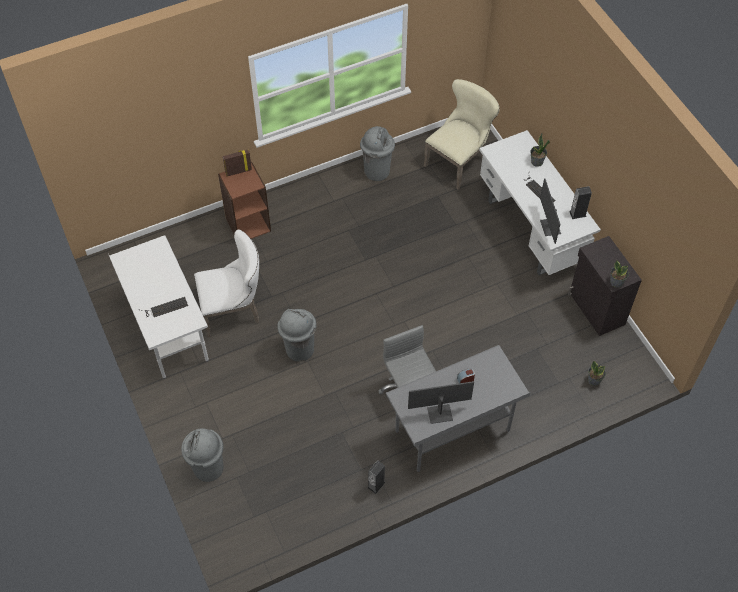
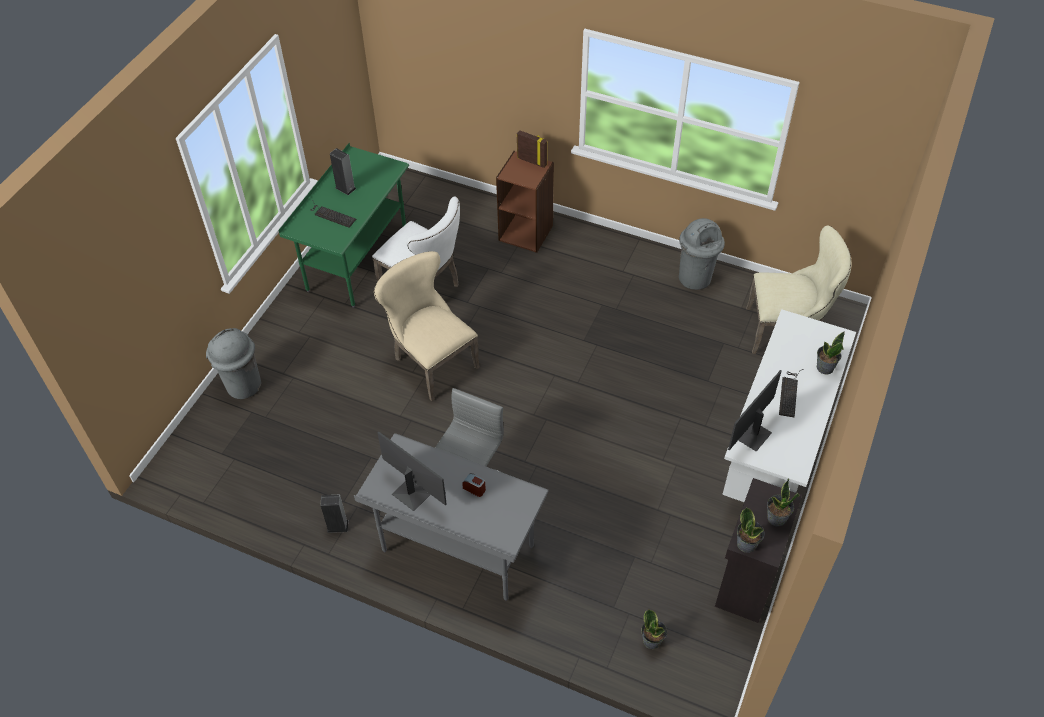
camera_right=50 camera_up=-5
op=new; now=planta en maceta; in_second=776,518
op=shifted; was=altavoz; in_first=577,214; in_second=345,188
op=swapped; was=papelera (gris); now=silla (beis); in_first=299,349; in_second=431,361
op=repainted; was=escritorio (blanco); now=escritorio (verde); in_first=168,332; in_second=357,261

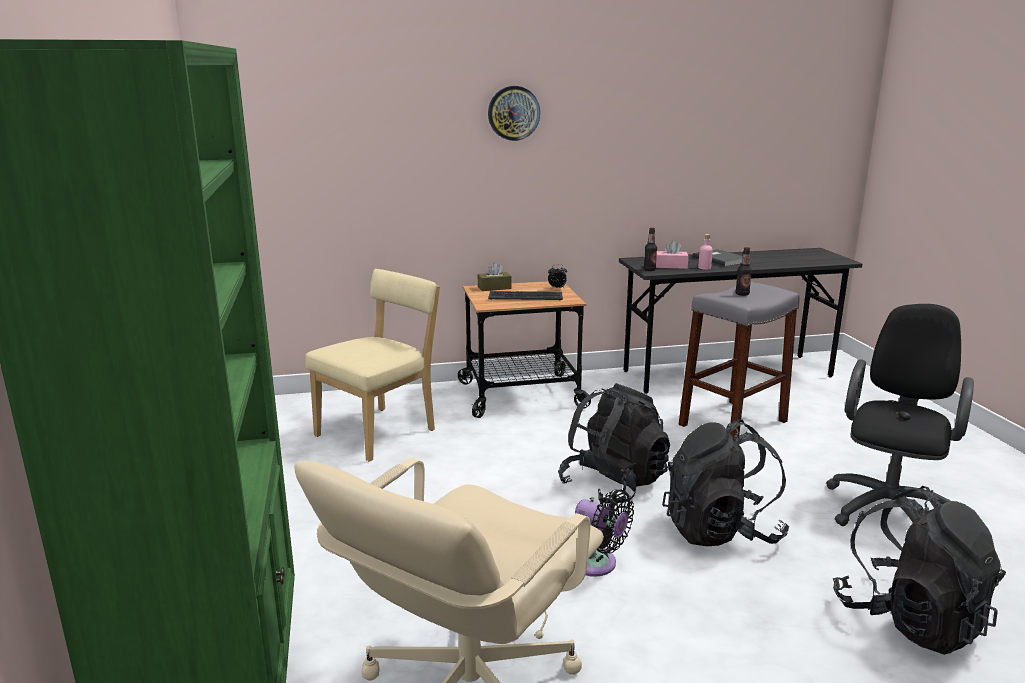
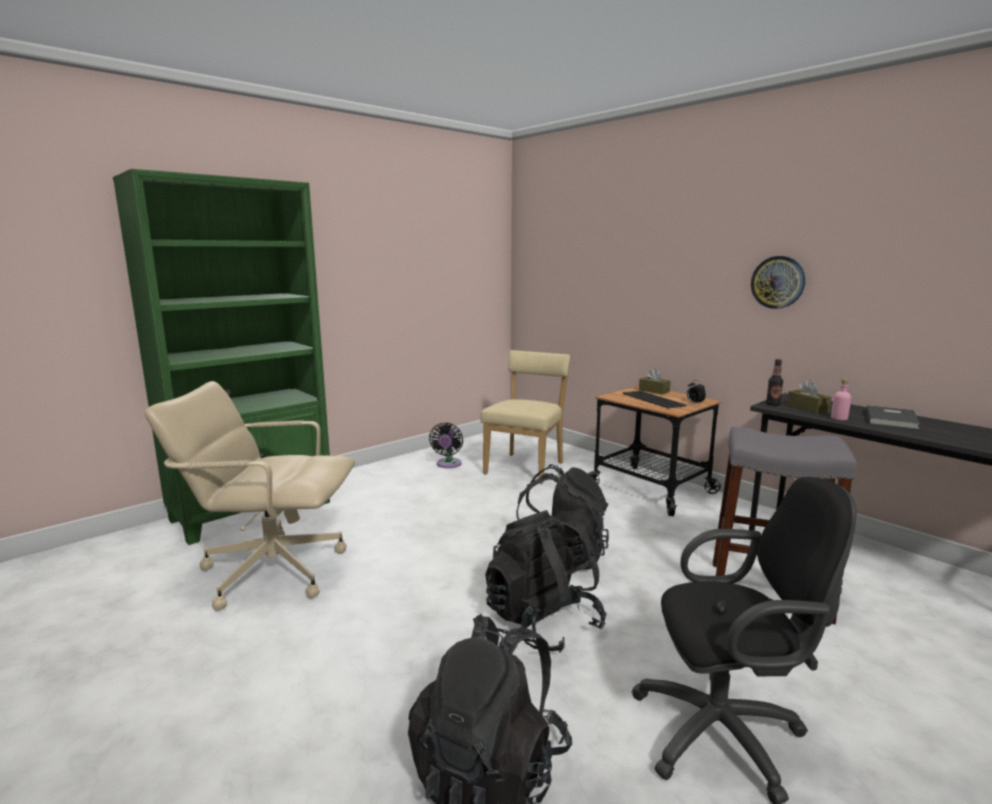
camera_right=60 camera_up=-5
op=gone; was=botella; in_first=742,294
op=shifted; was=reloj de pared; in_first=513,113; in_second=778,282
op=shifted; was=ventilador (negro); in_first=597,564; in_second=448,464
op=repainted; was=caja de pañuelos (rosa); now=caja de pañuelos (marrón); in_first=671,266; in_second=807,408
op=rotated; was=silla (beis); in_first=380,431; in_second=526,467; clockwise=-75

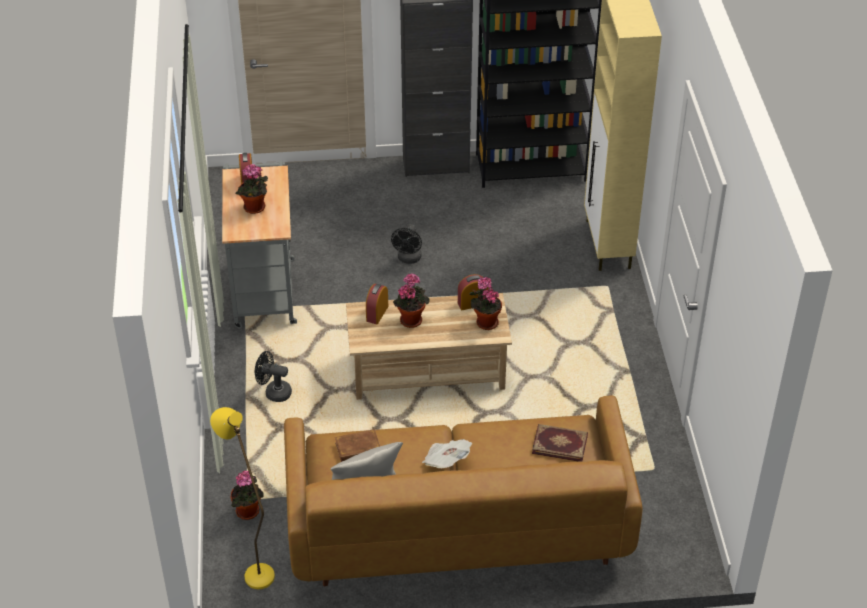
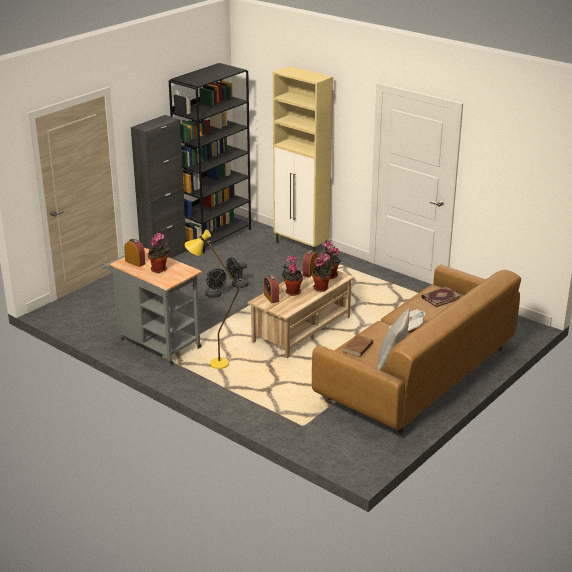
camera_right=-45 camera_up=-15
op=shifted; was=lámpara de pie (amarillo); in_first=253,569; in_second=212,363
op=shifted; was=planta en maceta; in_first=249,512; in_second=322,288
op=shifted; was=ventilador (negro); in_first=274,392; in_second=237,285

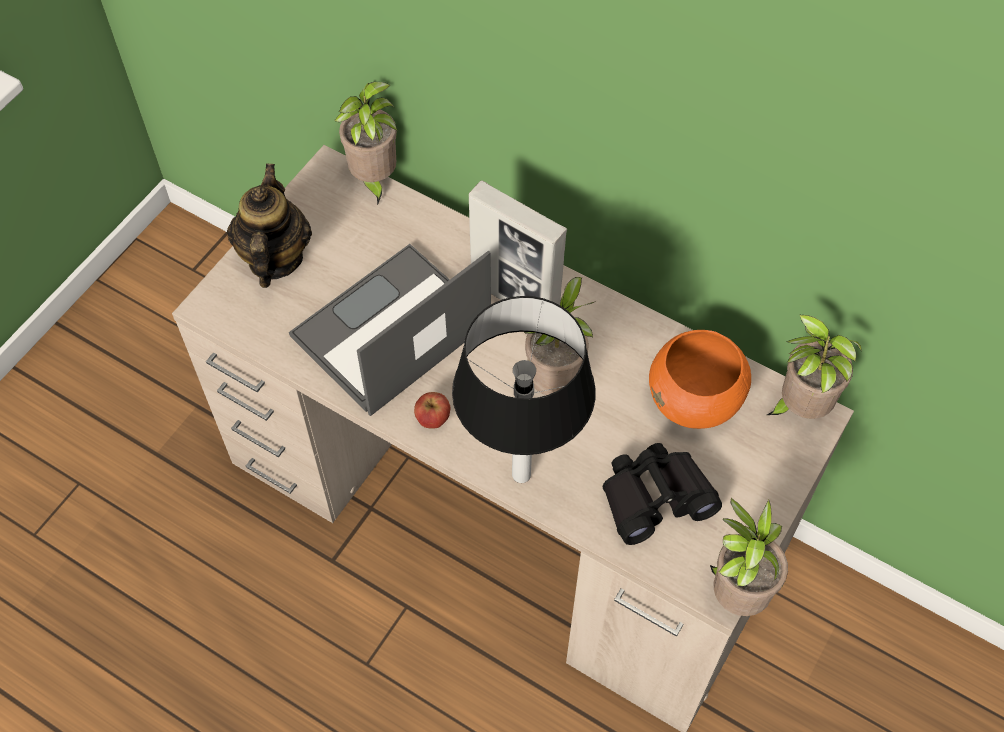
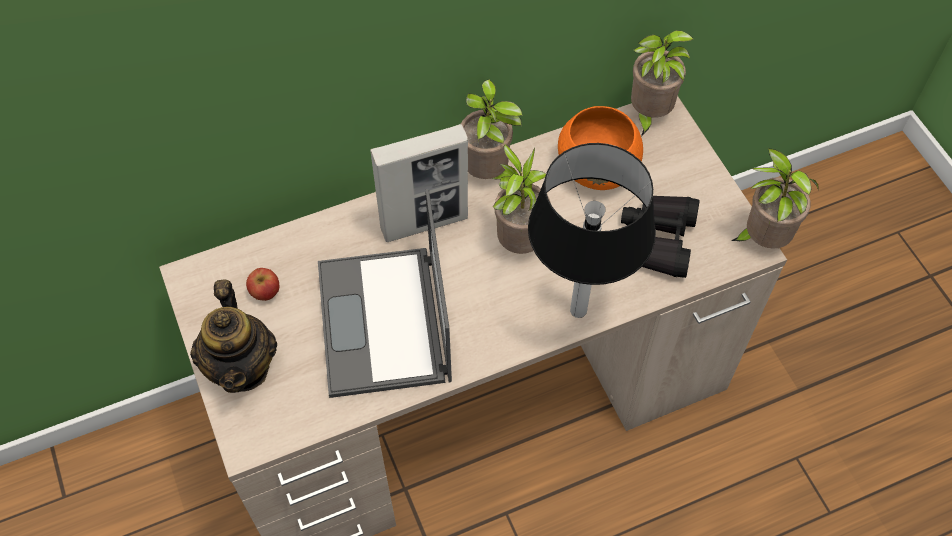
camera_right=-55 camera_up=0
op=shifted; was=planta en maceta; in_first=373,180; in_second=488,174
op=shifted; was=manzana; in_first=433,419; in_second=265,292
op=rotated; was=tetera; in_first=274,258; in_second=242,366; clockwise=-135

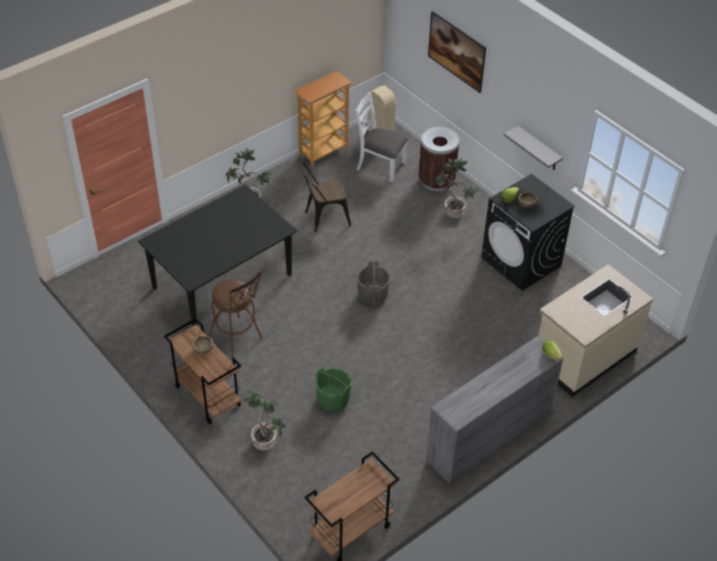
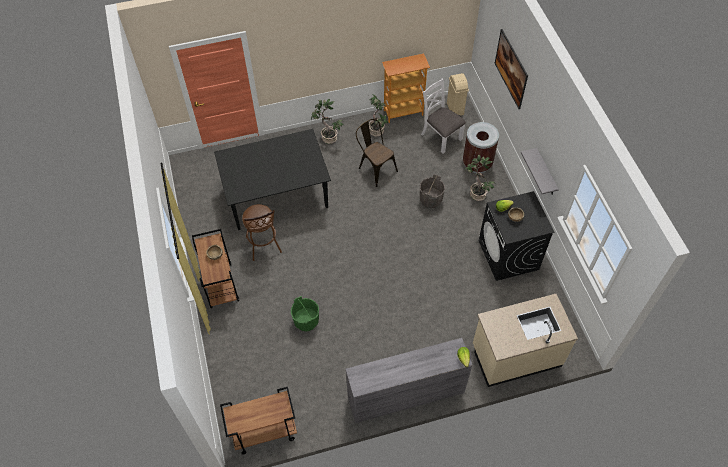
camera_right=25 camera_up=10
op=shifted; was=planta en maceta; in_first=265,440; in_second=377,131
op=shifted; was=cubo (gris); in_first=373,295; in_second=431,199
op=rotated; was=silla (marrón); in_first=323,218; in_second=375,168; clockwise=45

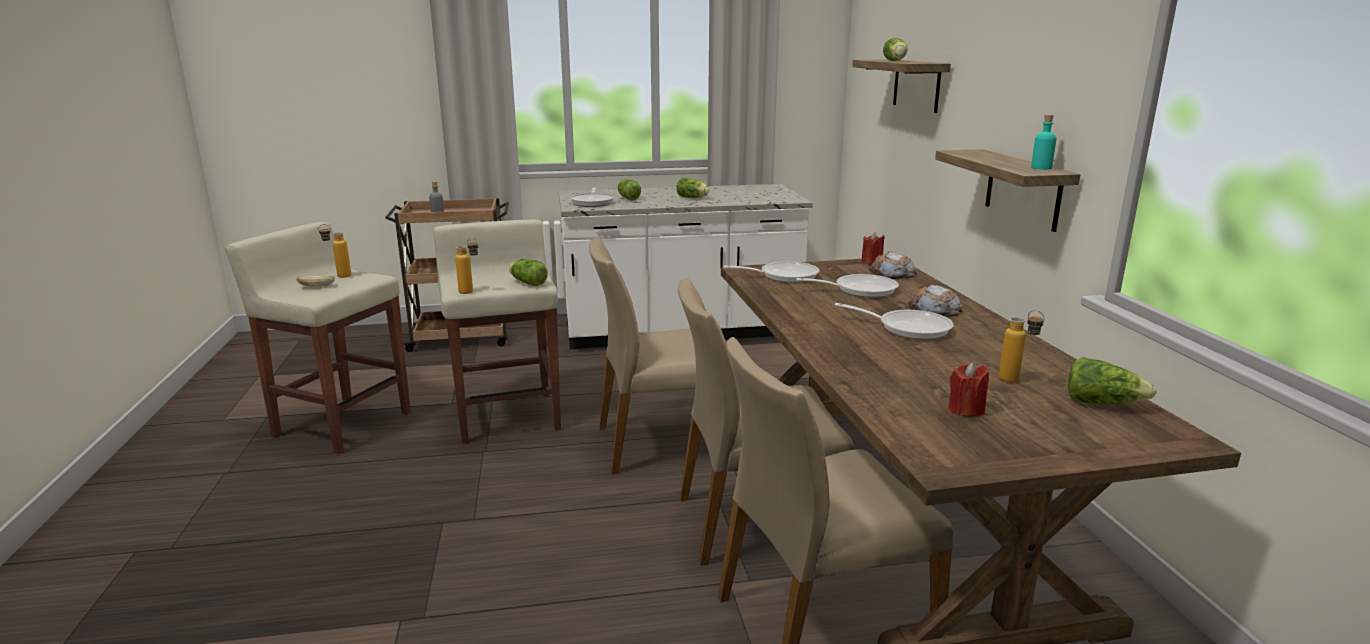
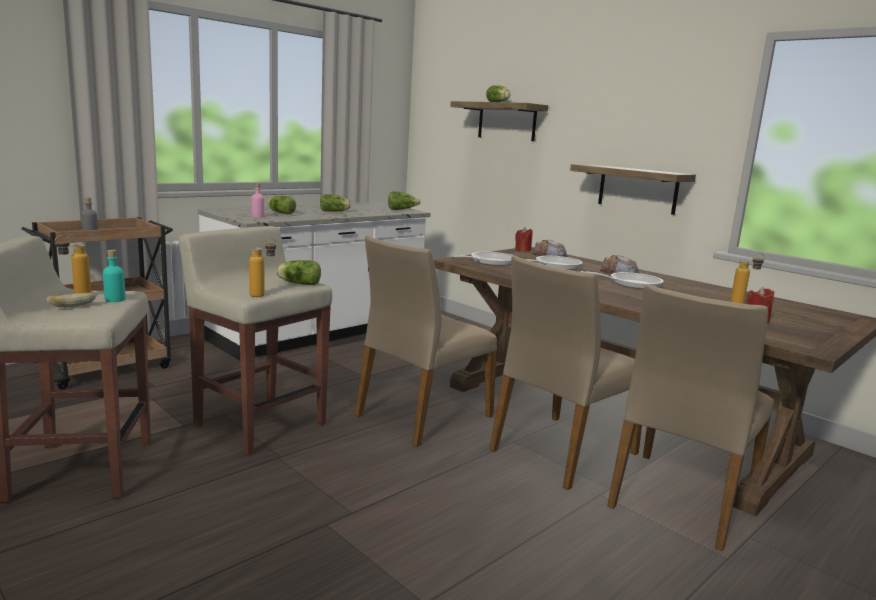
camera_right=-35 camera_up=-5
op=shifted; was=botella (turquesa); in_first=1041,168; in_second=115,299
op=shifted; was=lechuga; in_first=1102,403; in_second=401,210
op=swapped; was=sartén; now=botella (rosa); in_first=592,202; in_second=257,216

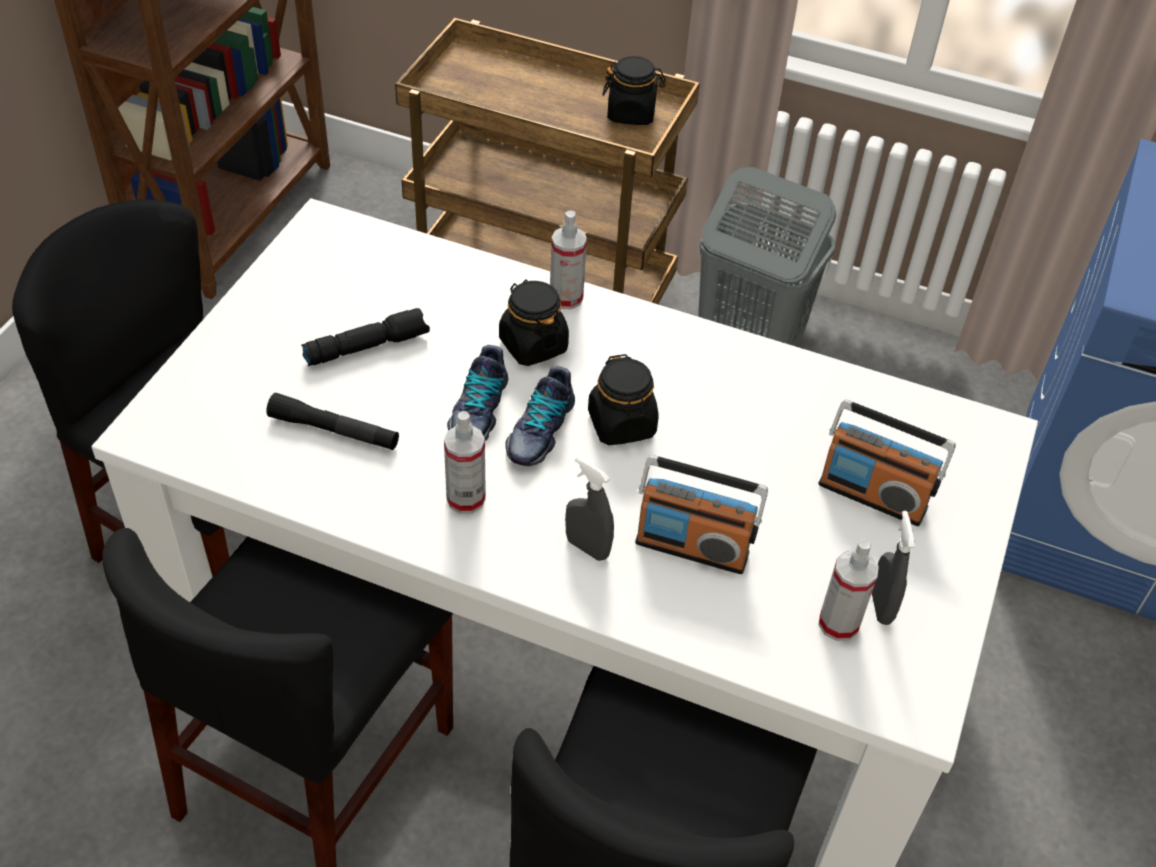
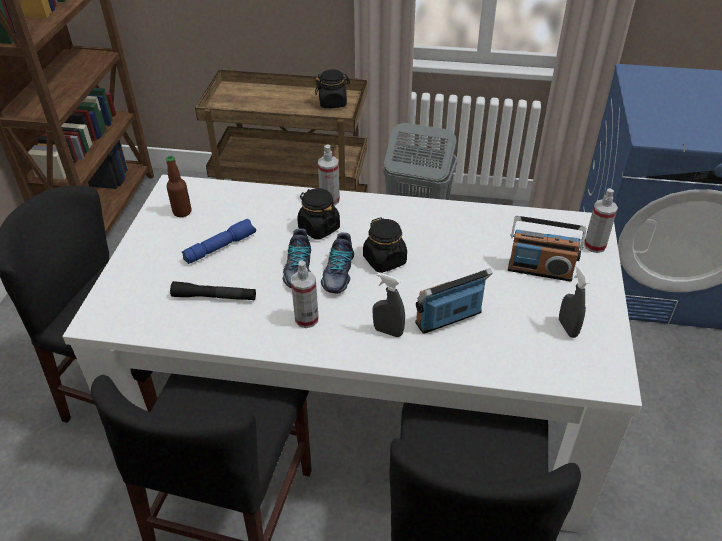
camera_right=-10 camera_up=-5
op=new; now=botella; in_second=182,212
op=shifted; was=pulverizador; in_first=838,624; in_second=594,245
op=repainted; was=linterna (negro); now=linterna (azul); in_first=367,346; in_second=220,247
op=rotated; was=radio; in_first=692,547; in_second=449,318; clockwise=150

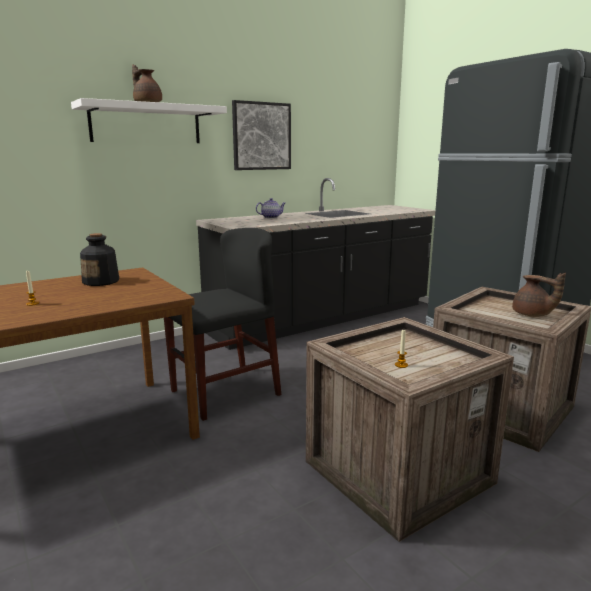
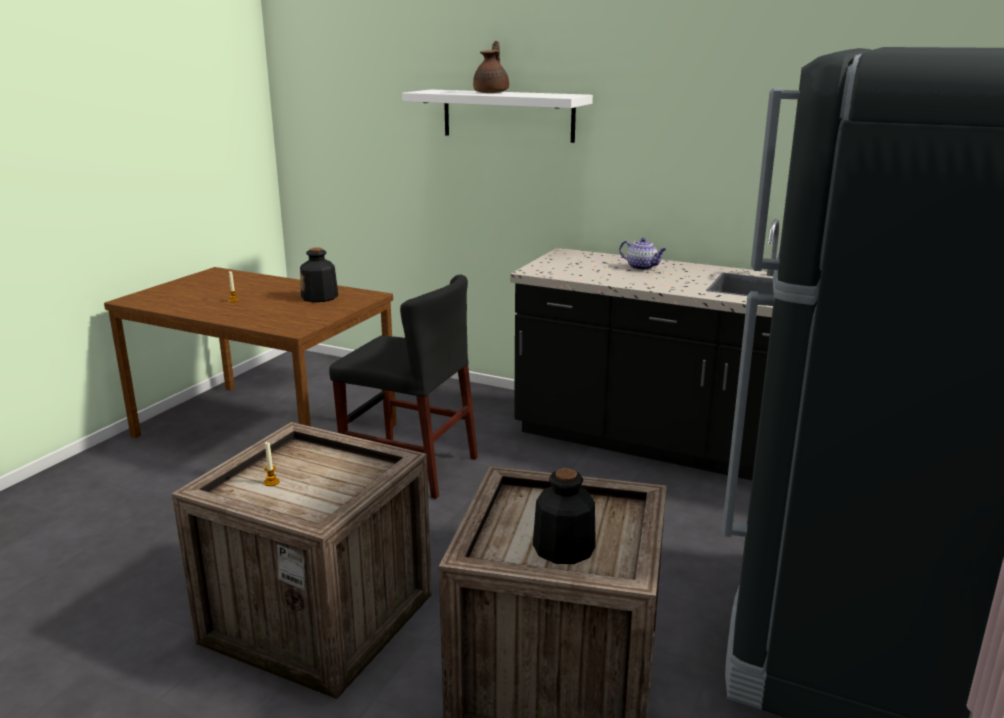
camera_right=60 camera_up=5
op=gone; was=cuadro; in_first=261,136
op=swapped; was=tetera (marrón); now=botella; in_first=532,315; in_second=563,548

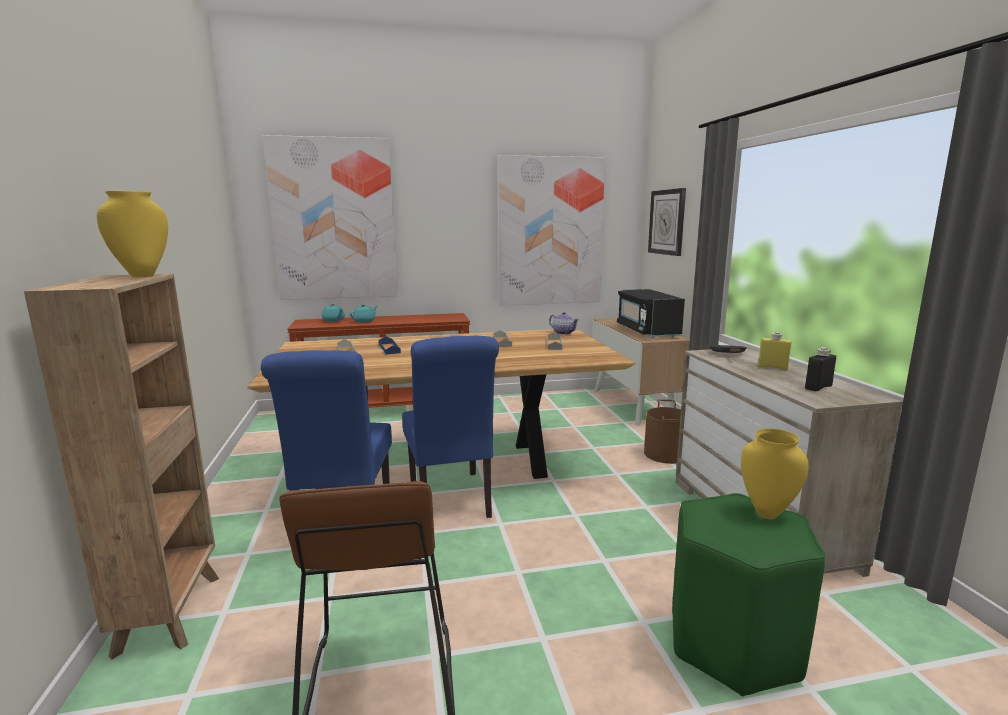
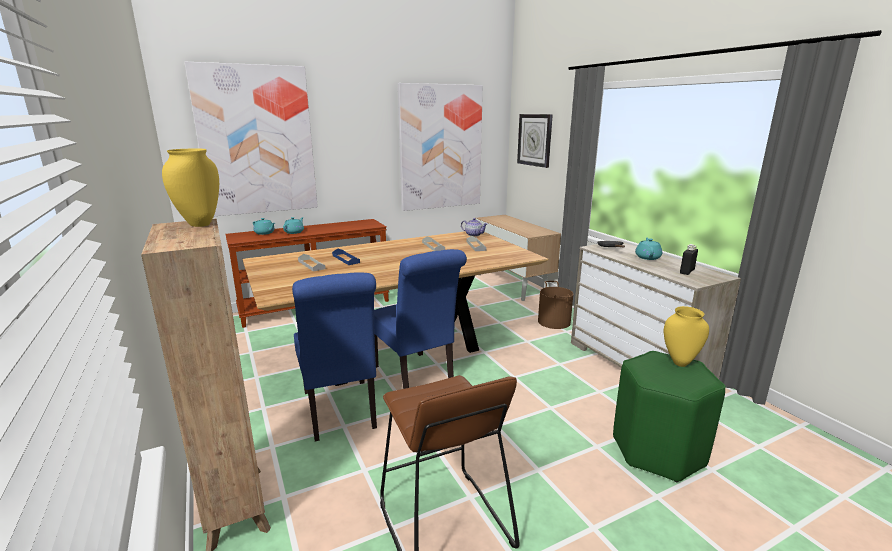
camera_right=-15 camera_up=5
op=gone; was=microondas (negro); in_first=647,331
op=swapped; was=botella (amarillo); now=tetera (turquesa); in_first=772,367; in_second=647,257

